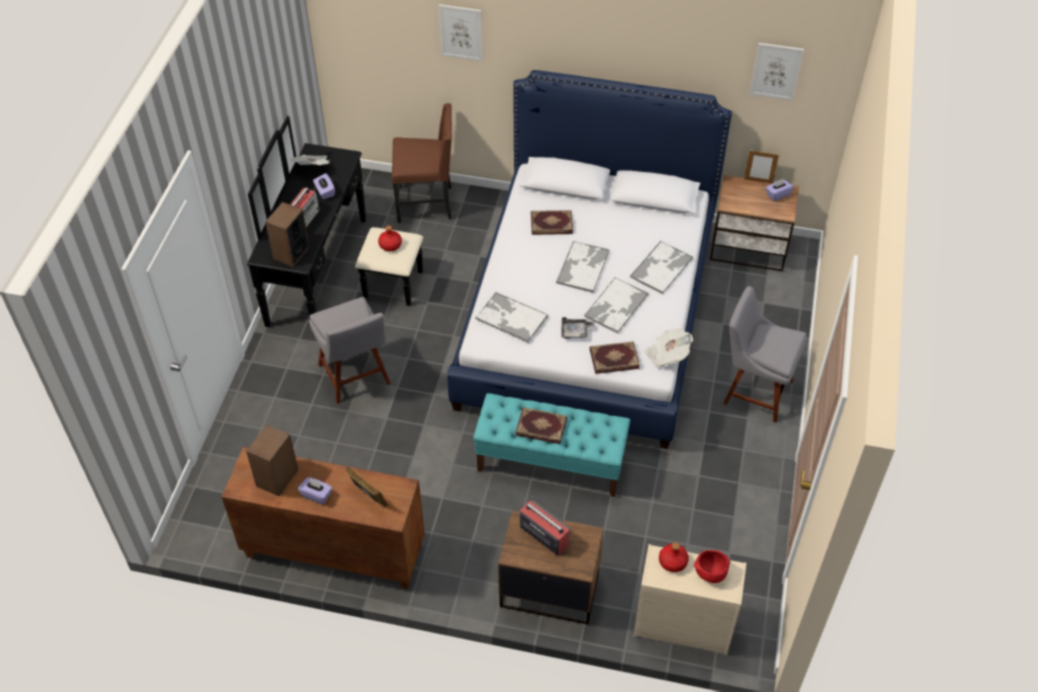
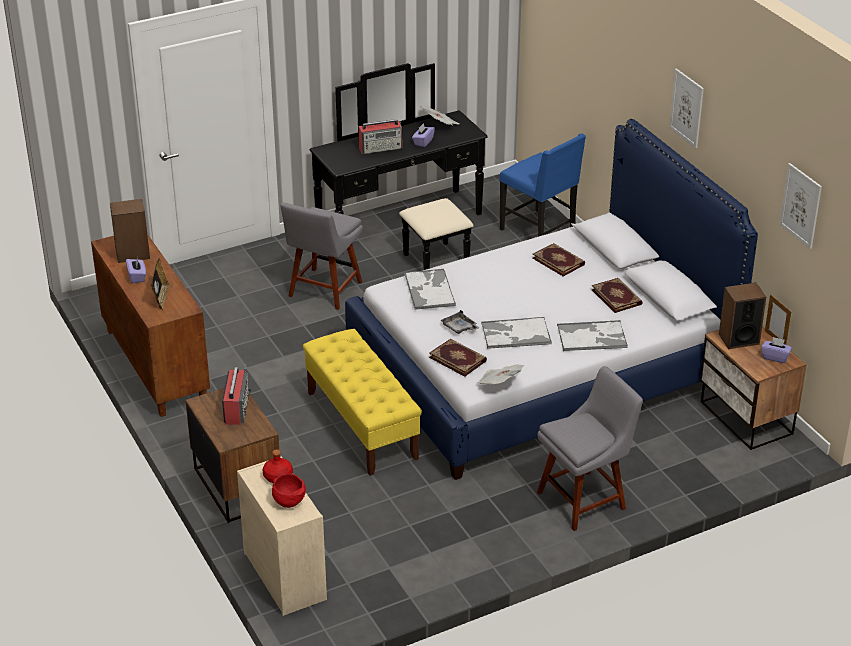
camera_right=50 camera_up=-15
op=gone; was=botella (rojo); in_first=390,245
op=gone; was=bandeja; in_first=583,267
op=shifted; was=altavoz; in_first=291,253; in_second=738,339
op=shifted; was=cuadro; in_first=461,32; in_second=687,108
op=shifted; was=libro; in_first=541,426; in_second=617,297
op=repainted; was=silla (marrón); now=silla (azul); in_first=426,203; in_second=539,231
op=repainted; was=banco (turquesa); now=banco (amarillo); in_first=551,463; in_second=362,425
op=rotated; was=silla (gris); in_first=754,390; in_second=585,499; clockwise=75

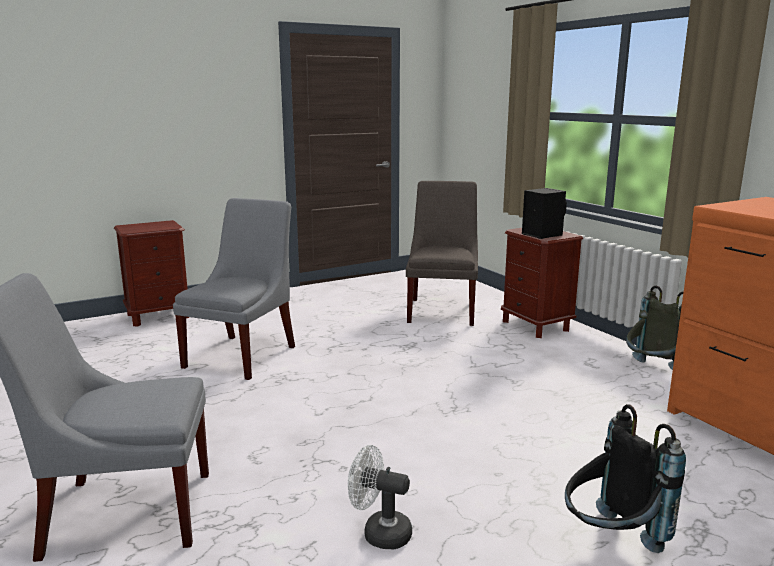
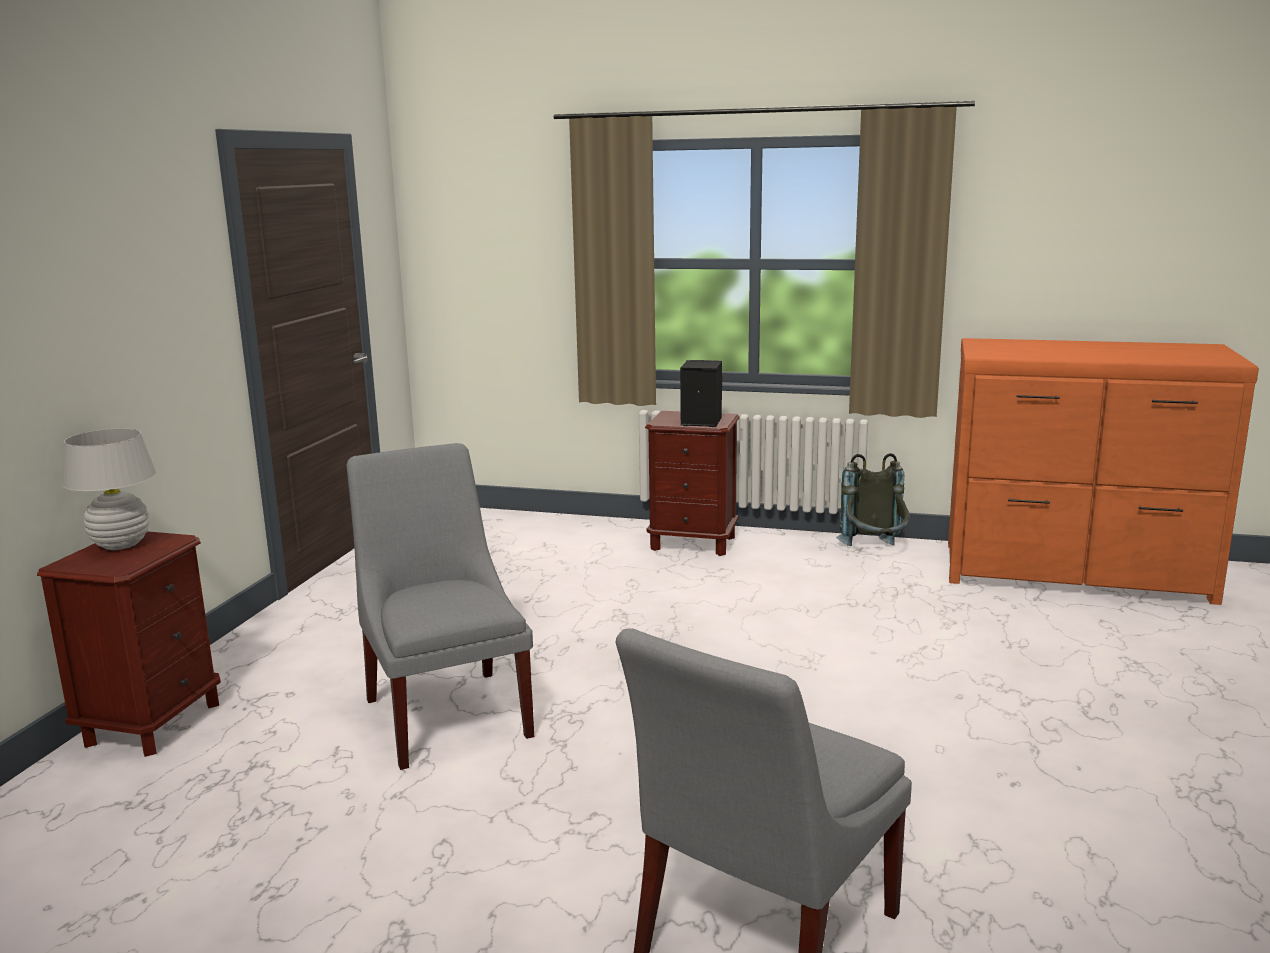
camera_right=-45 camera_up=0
op=gone; was=ventilador (blanco); in_first=379,533
op=gone; was=silla (gris); in_first=443,310
op=gone; was=mochila (negro); in_first=611,541
op=new; now=lámpara de mesa (blanco); in_second=121,545

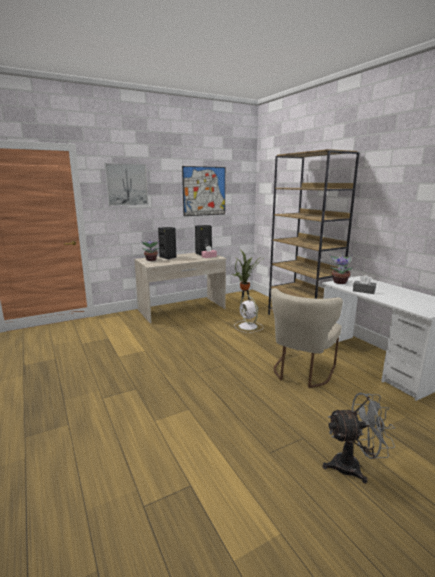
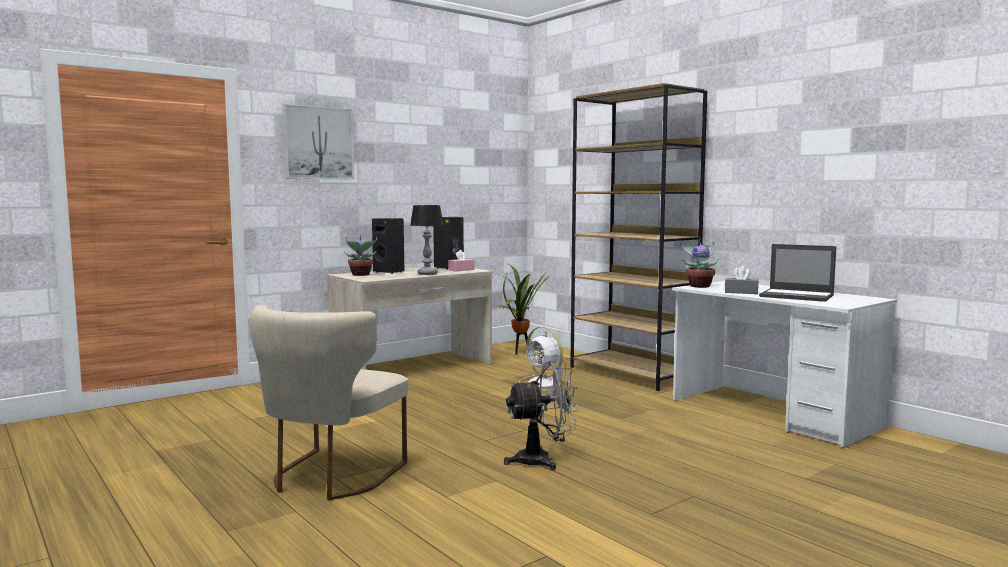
camera_right=-10 camera_up=-10
op=gone; was=cuadro; in_first=204,191
op=new; now=lámpara de mesa; in_second=427,273
op=new; now=portátil; in_second=797,296
op=shifted; was=silla (beis); in_first=301,372; in_second=330,477
op=shifted; was=ventilador (gris); in_first=353,466; in_second=542,460

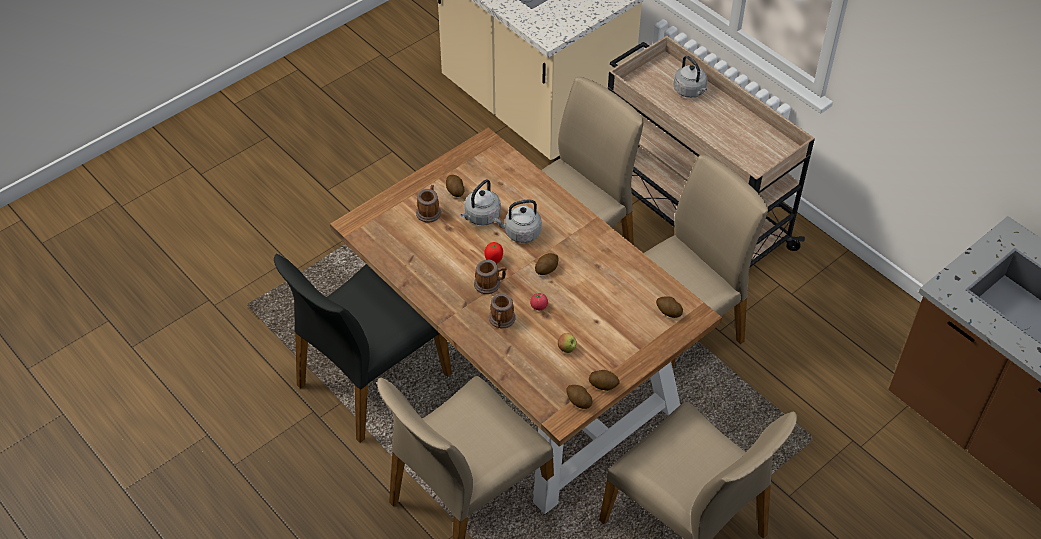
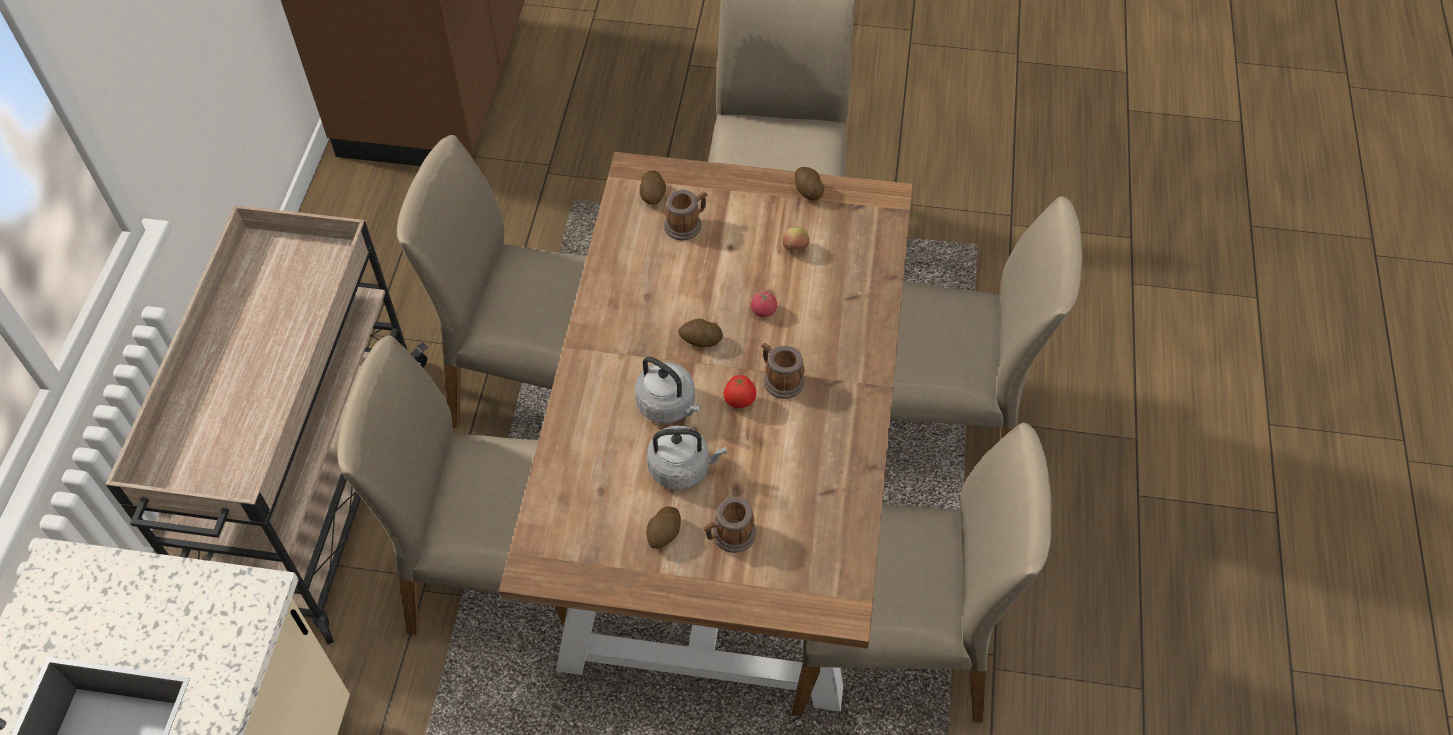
camera_right=-130 camera_up=5
op=gone; was=patata; in_first=578,401
op=gone; was=hervidor (gris); in_first=690,91
op=shifted; was=taza grande; in_first=501,320; in_second=686,224
op=repainted; was=silla (negro); now=silla (beis); in_first=371,379; in_second=891,643

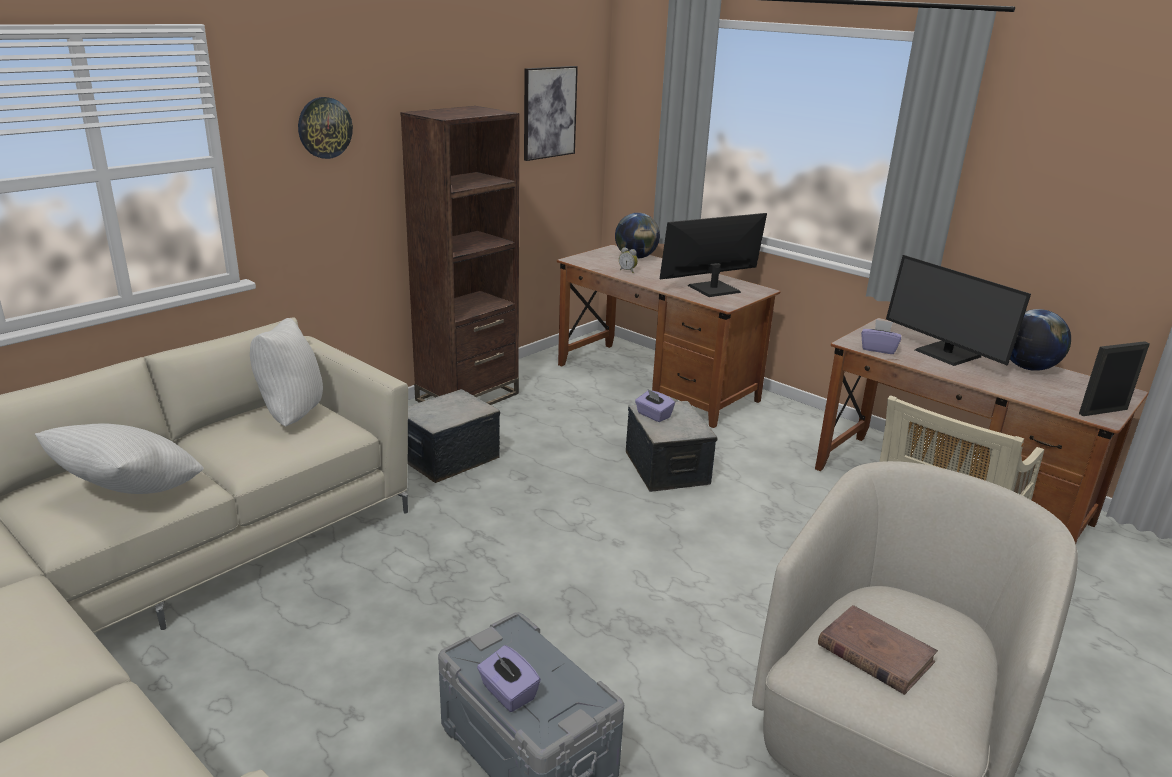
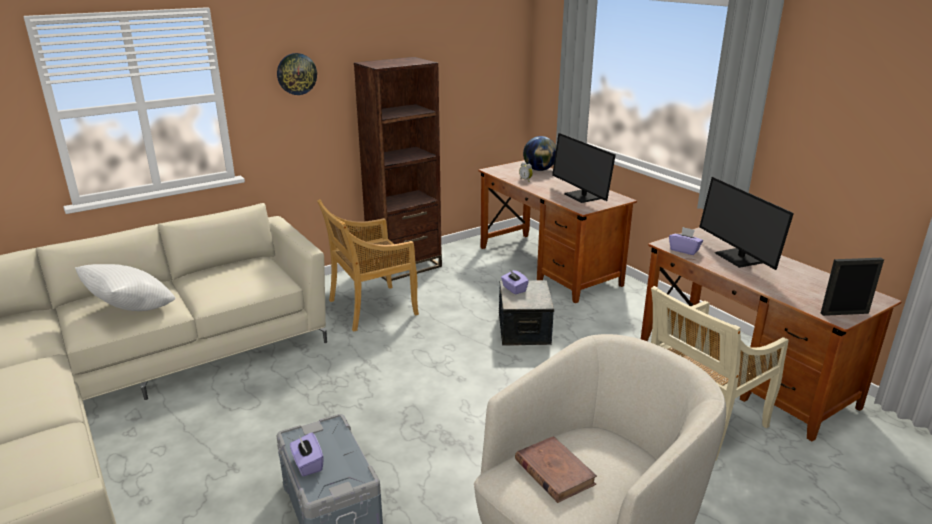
camera_right=15 camera_up=0
op=gone; was=cojín (blanco); in_first=290,415
op=gone; was=cuadro; in_first=549,112
op=gone; was=globo terráqueo; in_first=1028,368
op=swapped; was=caja de almacenaje; now=silla (beis); in_first=448,458; in_second=371,308
op=rotated; was=monitor; in_first=713,288; in_second=583,196; clockwise=-105

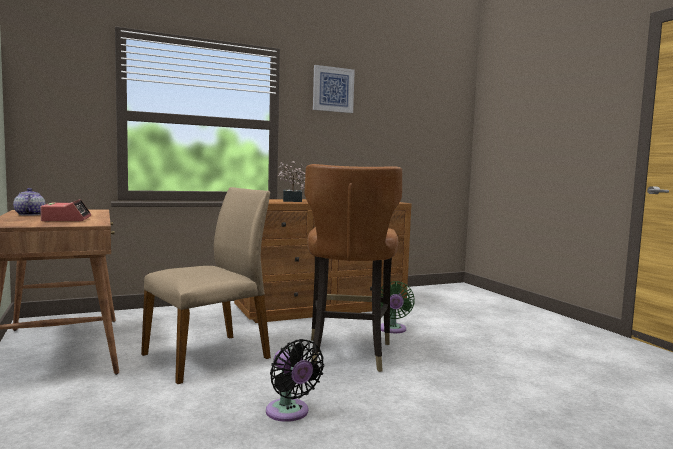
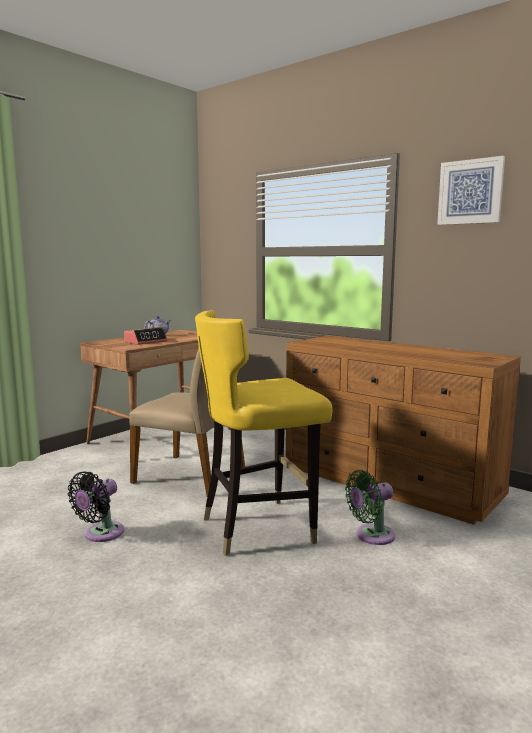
camera_right=65 camera_up=5
op=gone; was=planta en maceta; in_first=291,201
op=repainted; was=silla (marrón); now=silla (amarillo); in_first=347,353; in_second=259,527

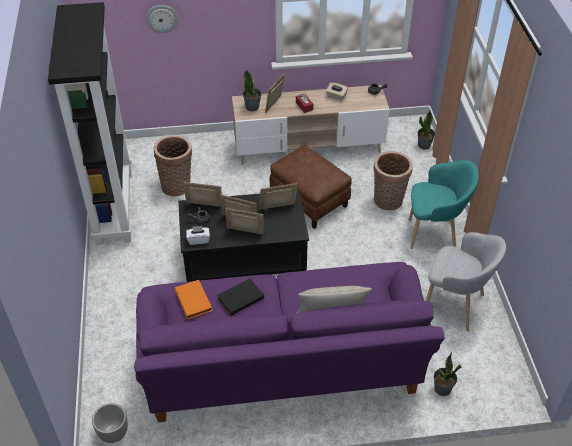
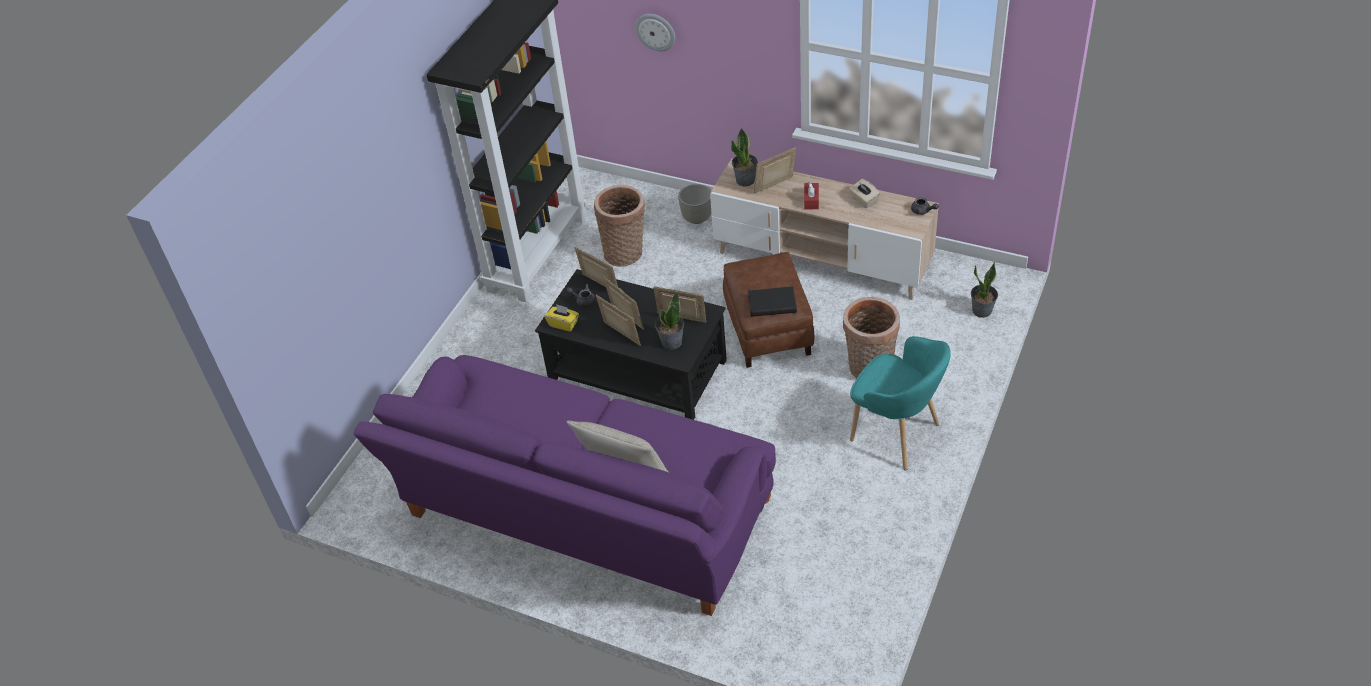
camera_right=35 camera_up=0
op=gone; was=libro (naranja); in_first=194,301
op=gone; was=sillón (gris); in_first=455,305
op=shifted; was=maceta (gris); in_first=113,434; in_second=696,218
op=shifted; was=libro (negro); in_first=240,297; in_second=772,303
op=shifted; was=planta en maceta; in_first=442,389; in_second=671,342
op=repainted; was=caja de pañuelos (blanco); now=caja de pañuelos (amarillo); in_first=198,240; in_second=563,324

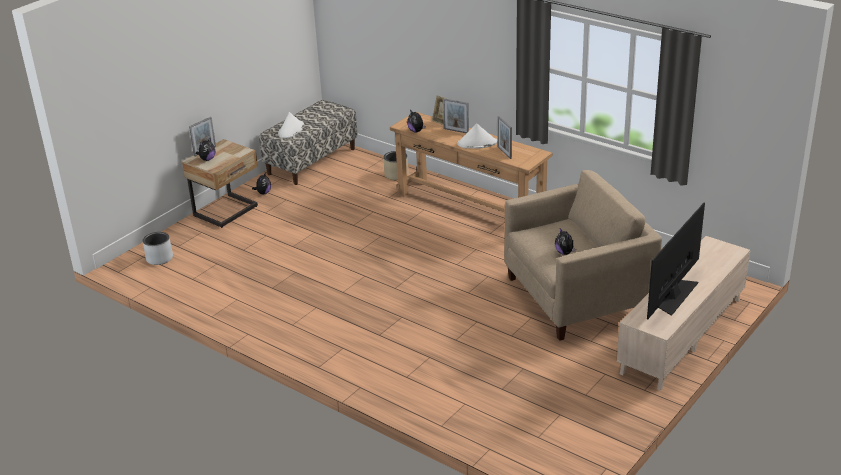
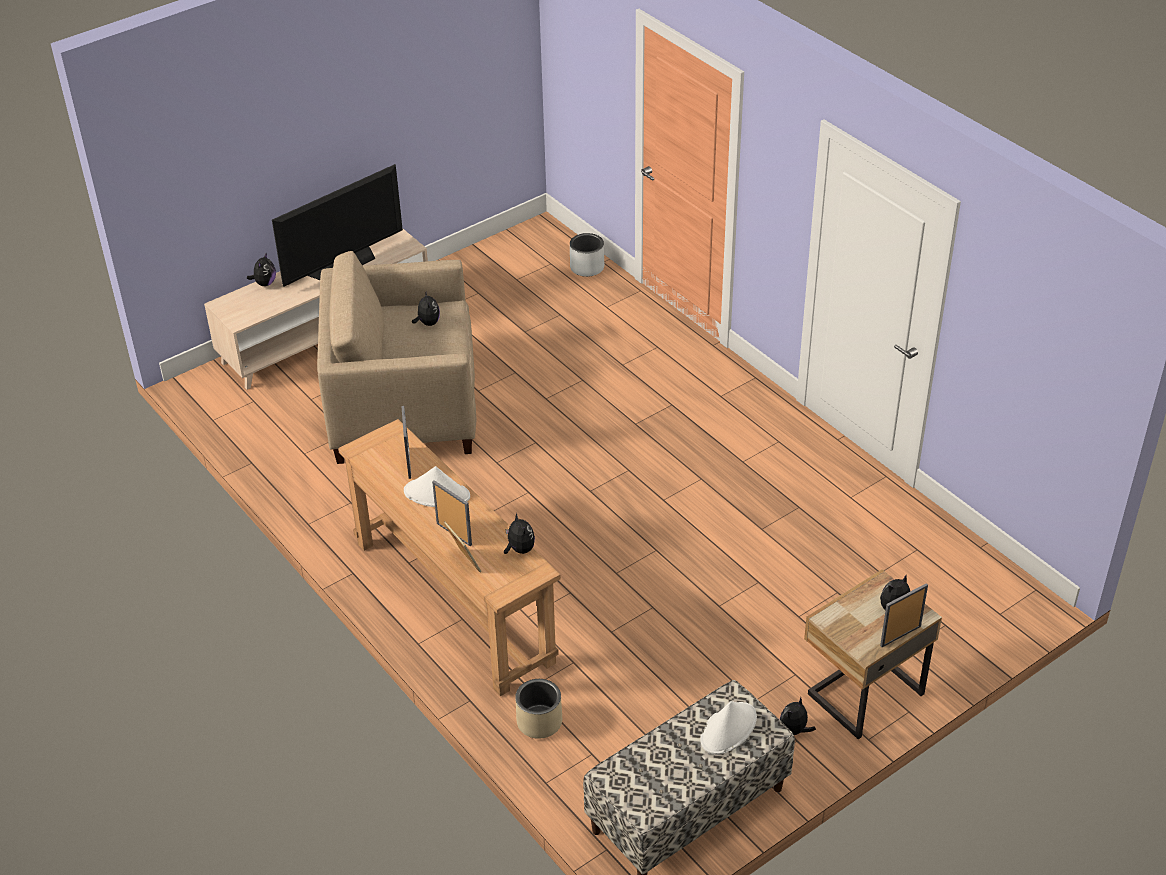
camera_right=-165 camera_up=10
op=new; now=peluche; in_second=265,283
op=shifted; was=maceta (gris); in_first=159,258; in_second=587,268

